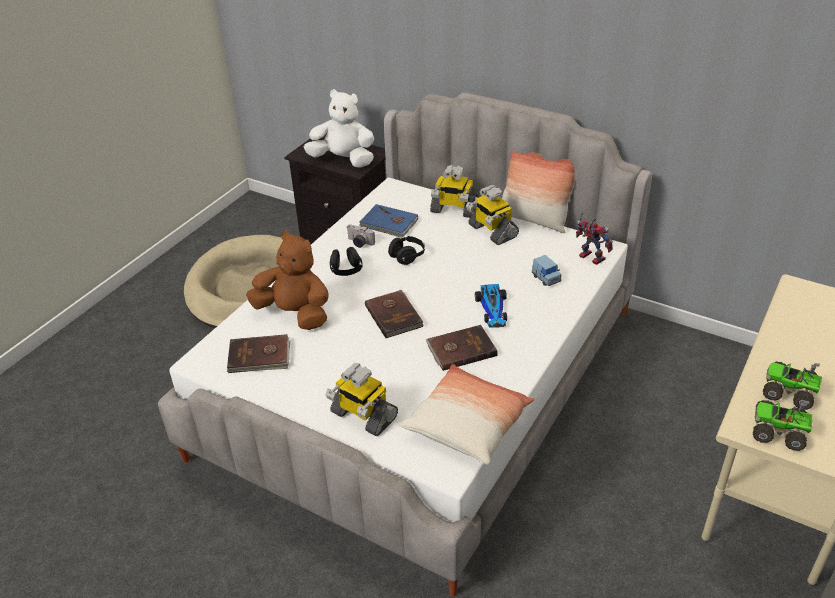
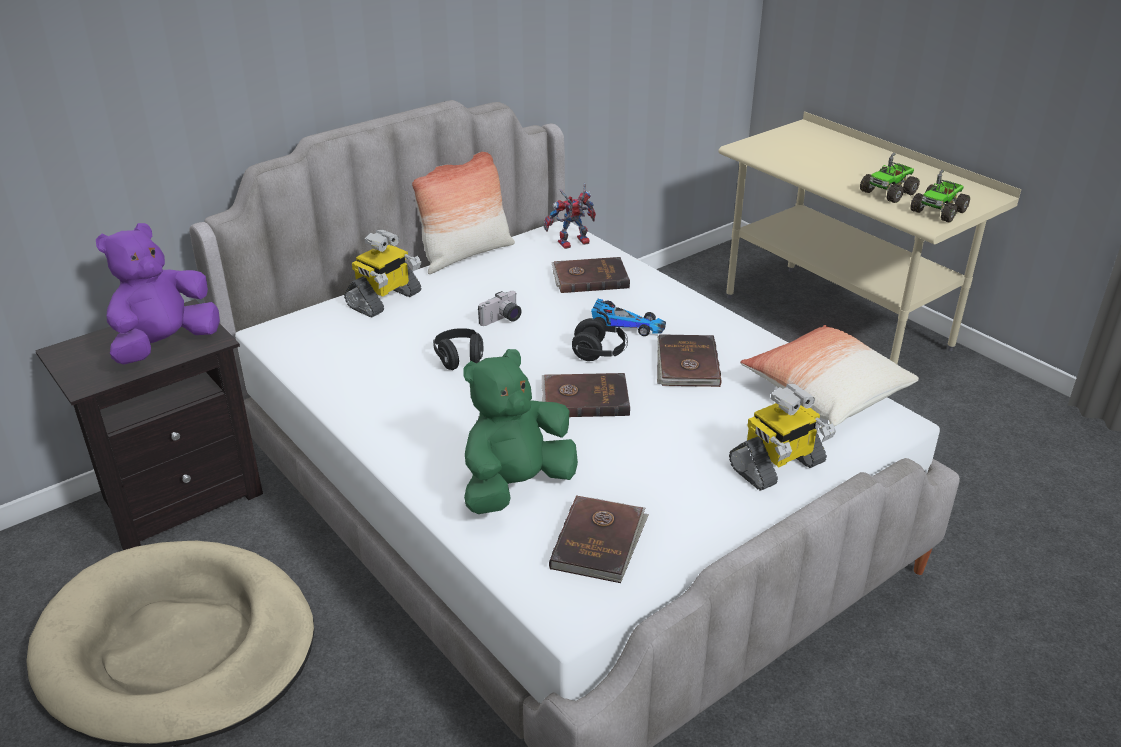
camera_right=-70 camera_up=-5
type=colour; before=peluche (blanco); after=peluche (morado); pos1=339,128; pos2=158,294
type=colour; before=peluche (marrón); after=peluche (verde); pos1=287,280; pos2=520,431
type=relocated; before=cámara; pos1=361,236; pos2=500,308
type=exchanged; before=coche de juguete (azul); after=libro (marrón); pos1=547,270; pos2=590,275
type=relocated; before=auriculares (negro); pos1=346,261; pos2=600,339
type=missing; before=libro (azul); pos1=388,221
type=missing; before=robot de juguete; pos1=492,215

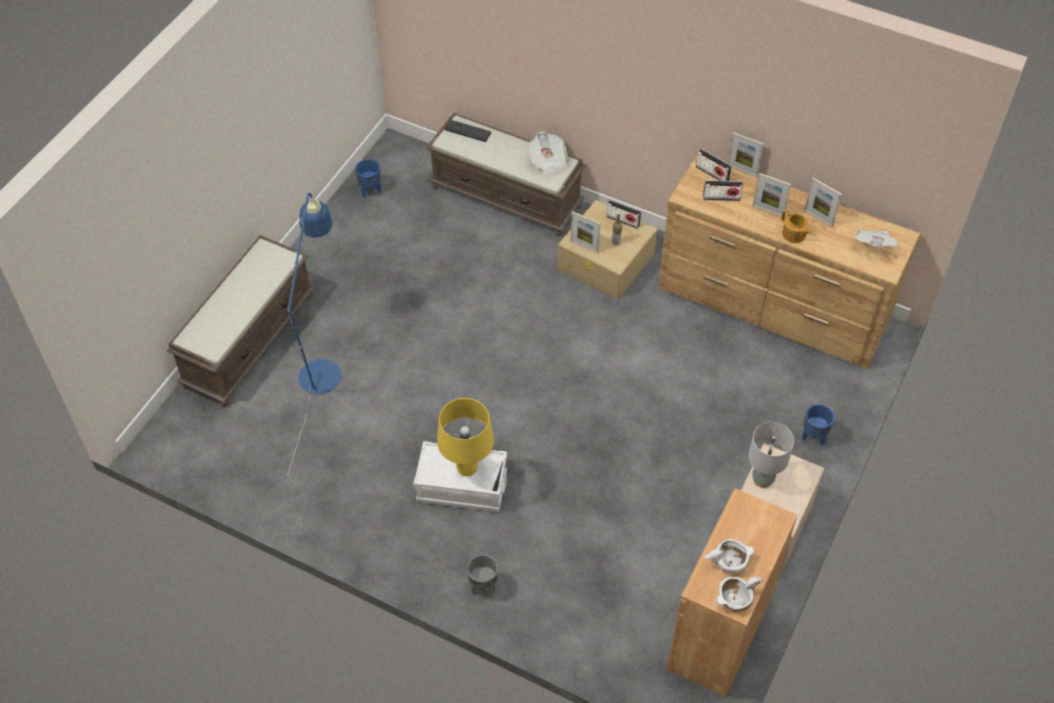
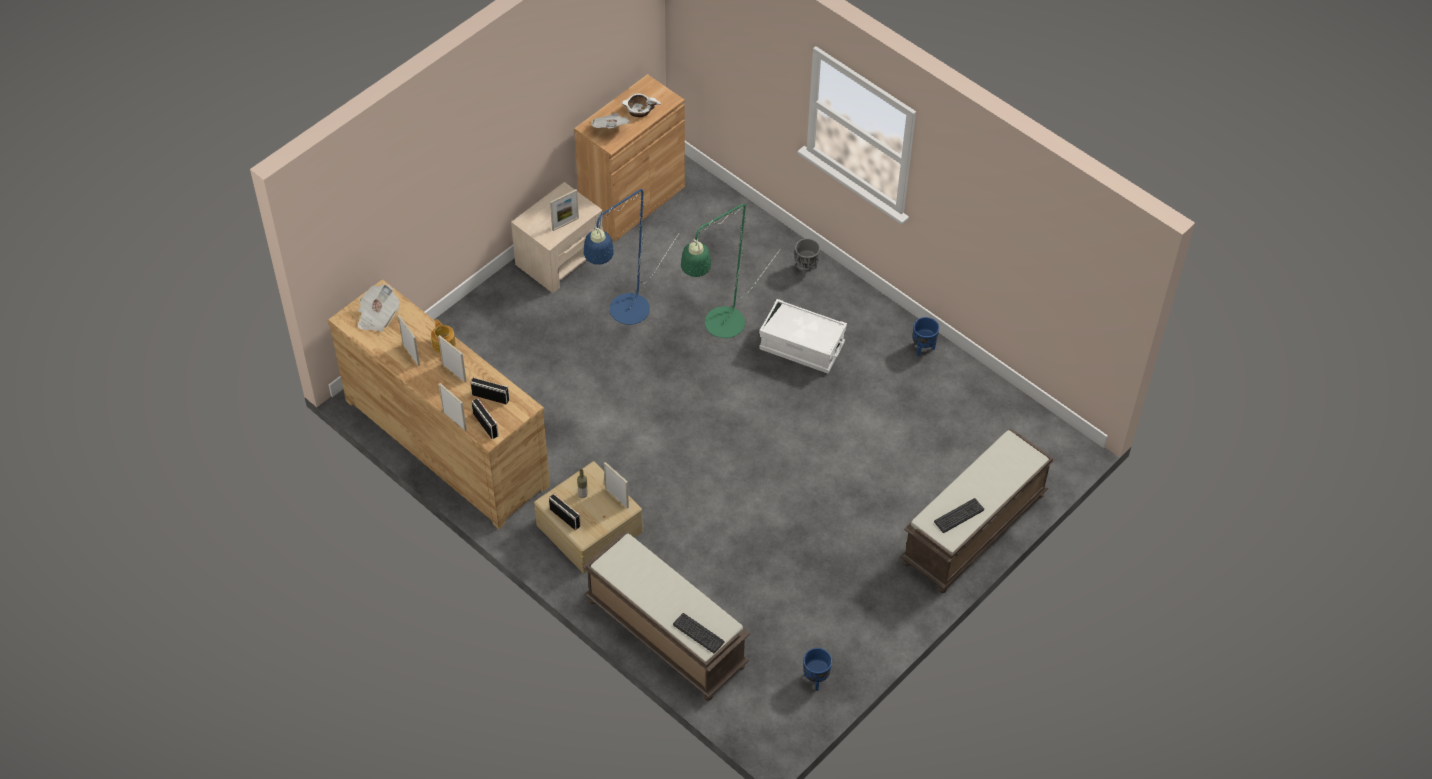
camera_right=-165 camera_up=0
type=exchanged; before=lámpara de mesa (gris); after=portarretratos; pos1=771,455; pos2=564,210
type=relocated; before=lámpara de pie (azul); pos1=314,334; pos2=631,257
type=relocated; before=periódico; pos1=549,155; pos2=610,121
type=appeared; after=lámpara de pie (verde); pos2=730,271
type=relocated; before=maceta (azul); pos1=818,424; pos2=926,336
type=appeared; after=teclado; pos2=959,515
type=missing; before=lámpara de mesa (amarillo); pos1=465,437
type=missing; before=cuenco (blanco); pos1=739,594

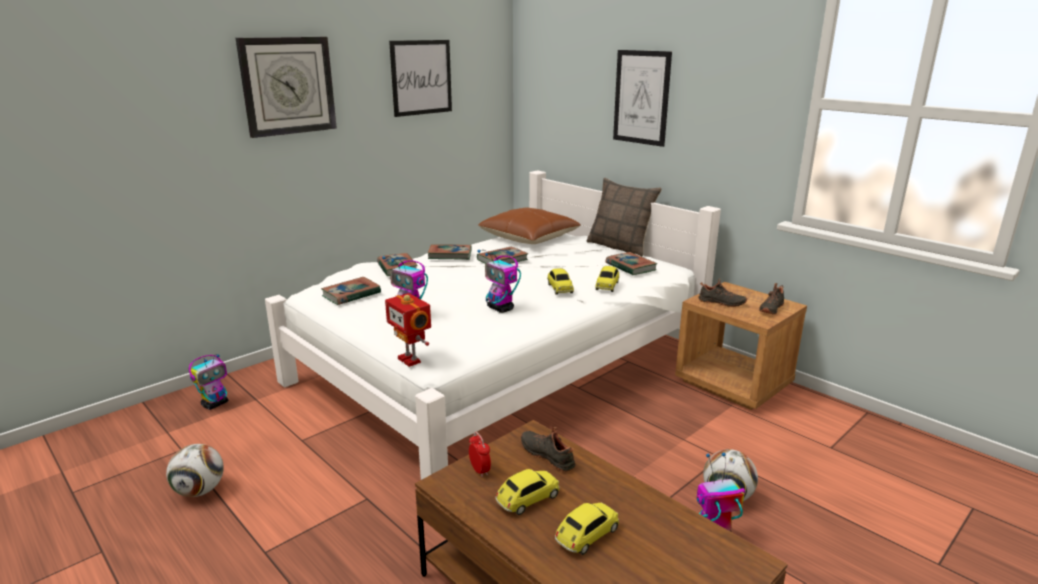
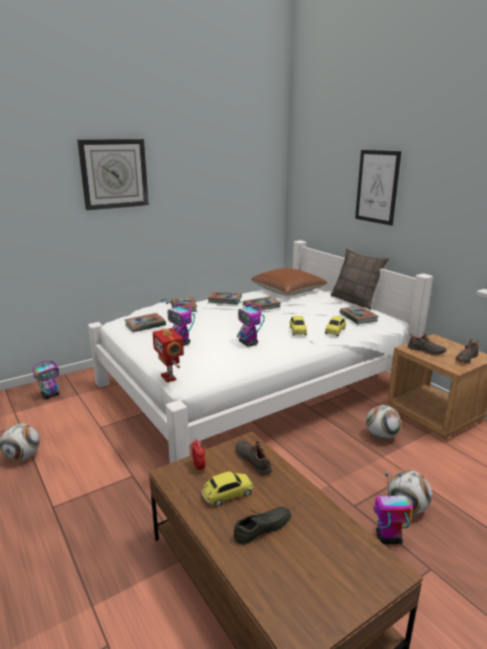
camera_right=10 camera_up=0
type=exchanged; before=coche de juguete; after=zapato (gris); pos1=587,529; pos2=262,526
type=appeared; after=balón de fútbol; pos2=383,422
type=missing; before=cuadro; pos1=420,78

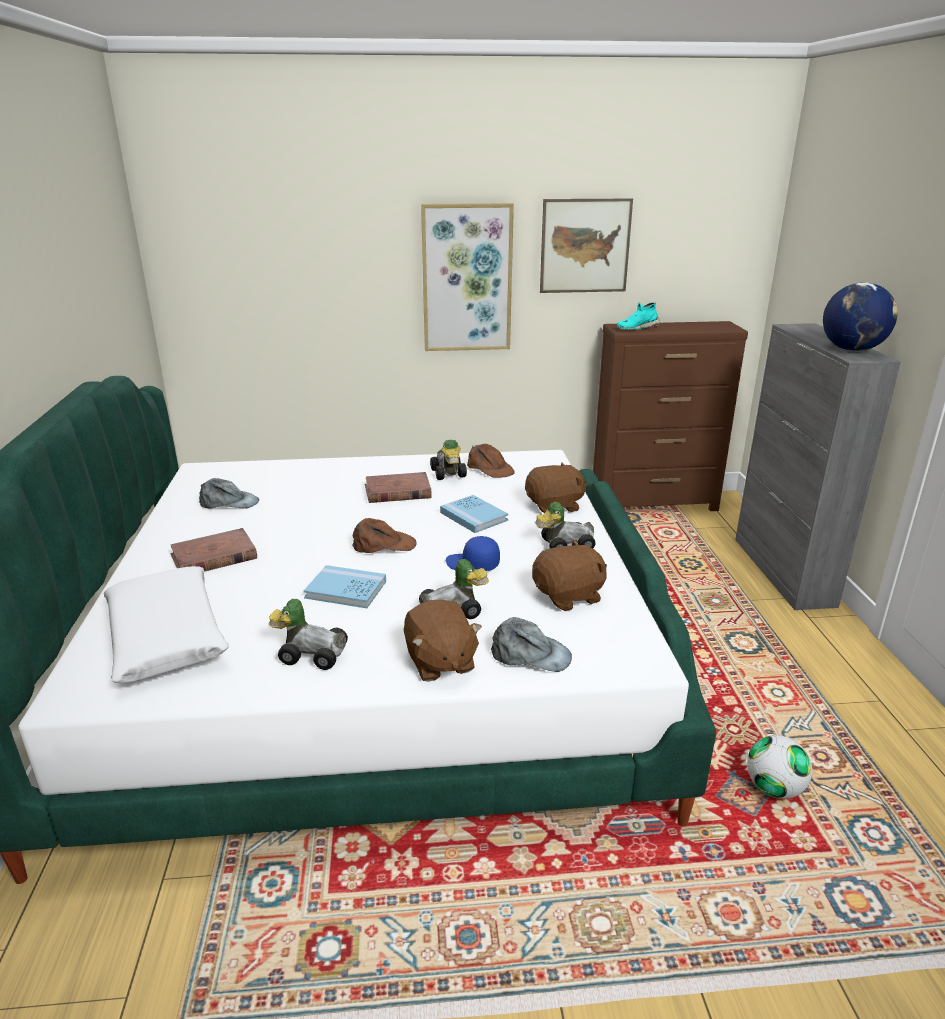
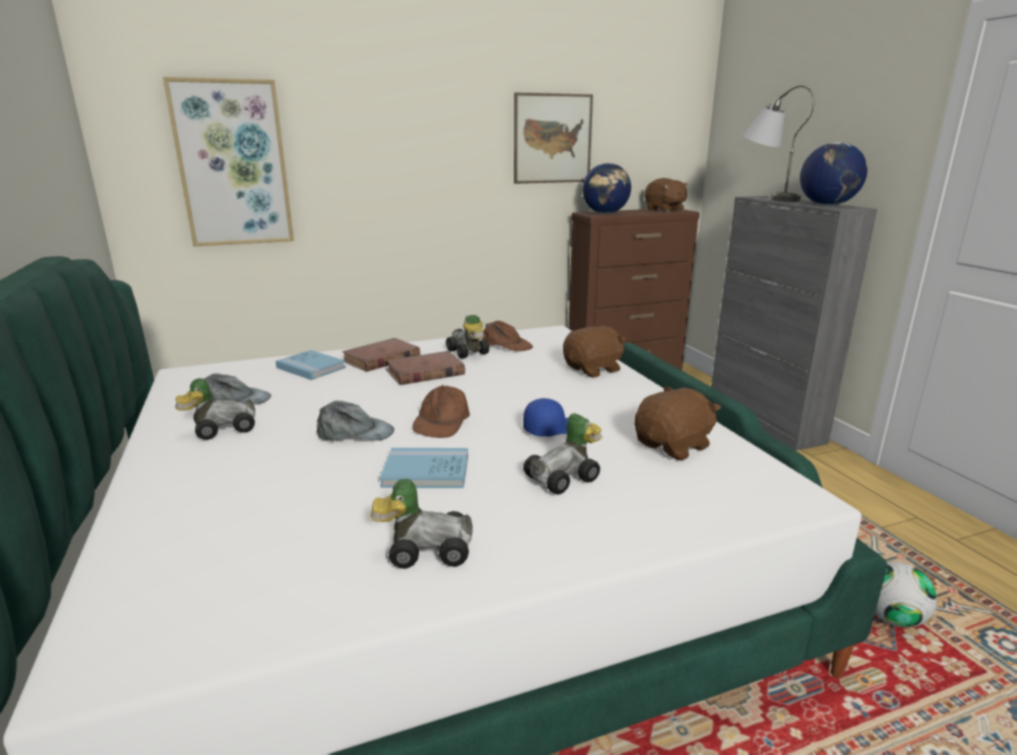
camera_right=-15 camera_up=-5
type=relocated; before=cuadro; pos1=467,277; pos2=228,162
type=relocated; before=coche de juguete; pos1=564,525; pos2=215,409
type=relocated; before=libro (azul); pos1=474,514; pos2=311,365
type=relocated; before=gorra (gris); pos1=531,644; pos2=355,421
type=relocated; before=libro (marrón); pos1=213,550; pos2=381,355
type=spun; before=gorra (marrón); pos1=384,535; pos2=441,411; turn=120
type=spun; before=gorra (azul); pos1=473,553; pos2=545,417; turn=150
type=exchanged; before=zapato (turquesa); after=globo terráqueo; pos1=638,316; pos2=606,188
type=relocated; before=peluche (marrón); pos1=443,640; pos2=666,195
type=appeared; after=lámpara de mesa (gris); pos2=779,143
type=missing; before=cojín (blanco); pos1=166,624

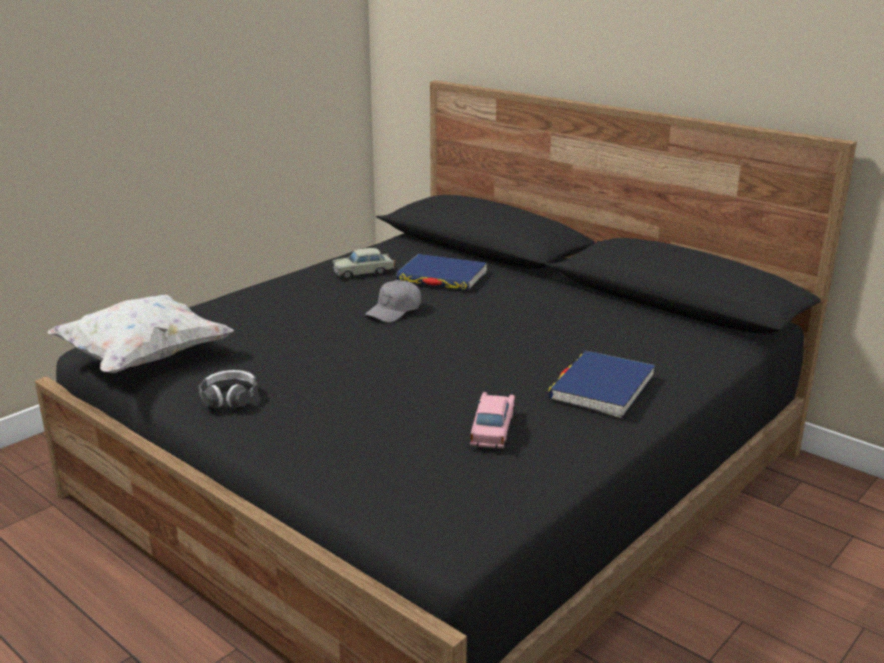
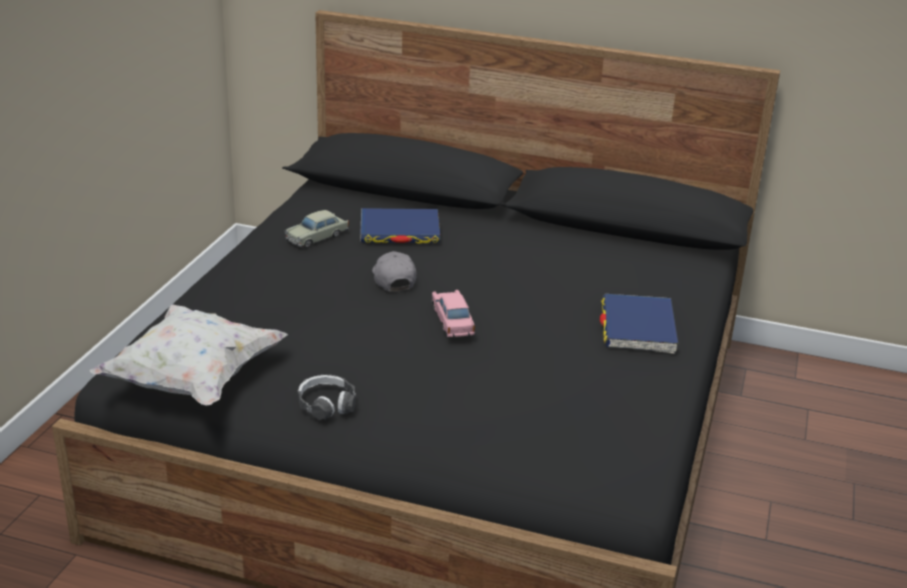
camera_right=-25 camera_up=5
type=spun; before=gorra (gris); pos1=393,301; pos2=394,271; turn=150
type=relocated; before=coche de juguete (rosa); pos1=492,420; pos2=453,313

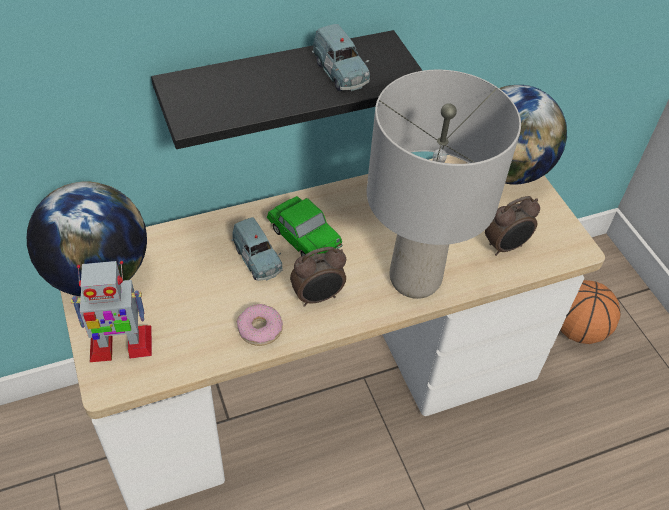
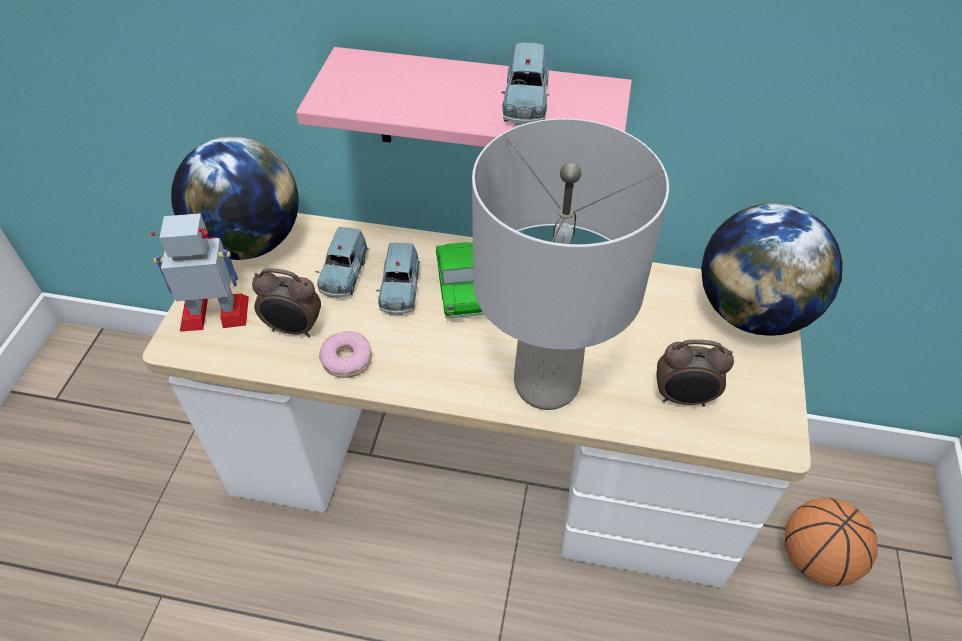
camera_right=35 camera_up=0
type=spun; before=robot de juguete; pos1=111,311; pos2=200,272; turn=150
type=relocated; before=despertador; pos1=318,277; pos2=286,302
type=colour; before=estante (negro); after=estante (rosa); pos1=287,89; pos2=464,97
type=appeared; after=coche de juguete (azul); pos2=342,262

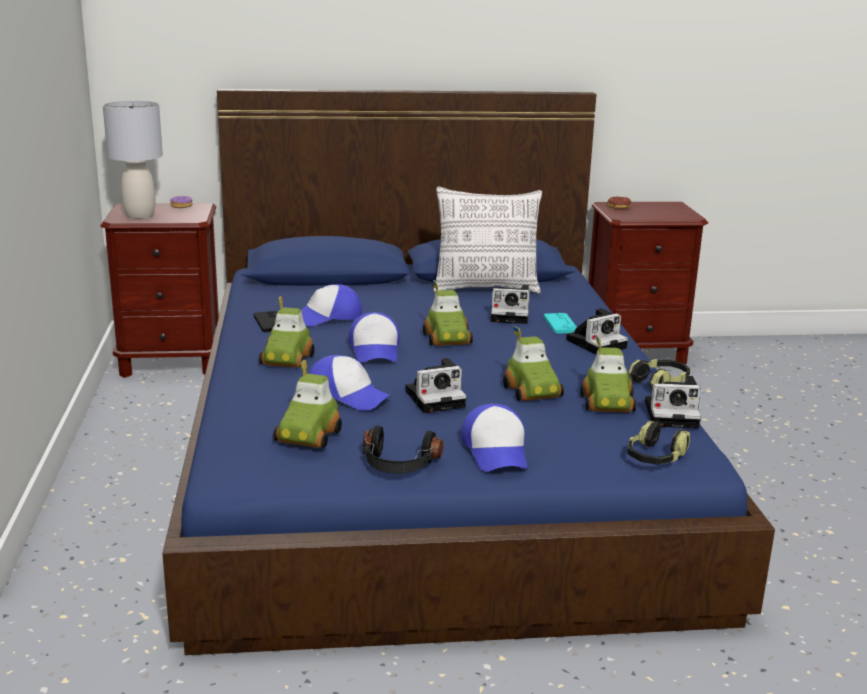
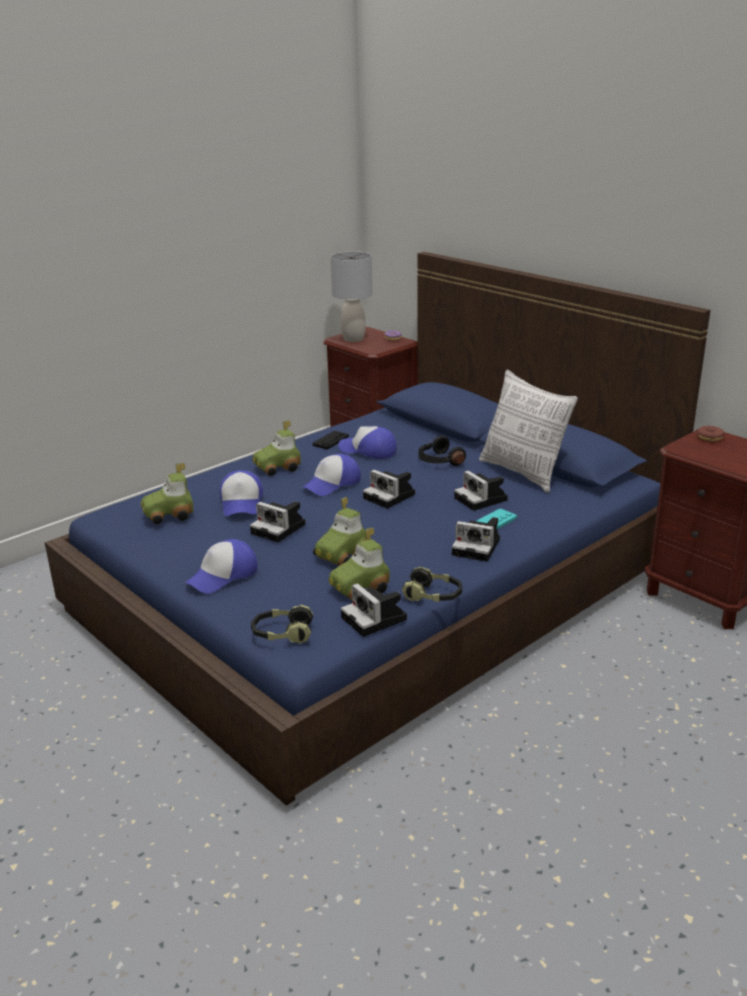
camera_right=55 camera_up=5
type=exchanged; before=coche de juguete; after=cámara; pos1=448,313; pos2=389,489
type=relocated; before=auriculares (negro); pos1=403,449; pos2=442,451

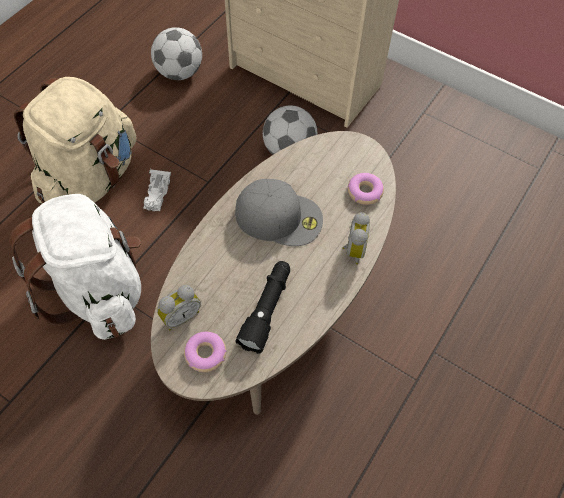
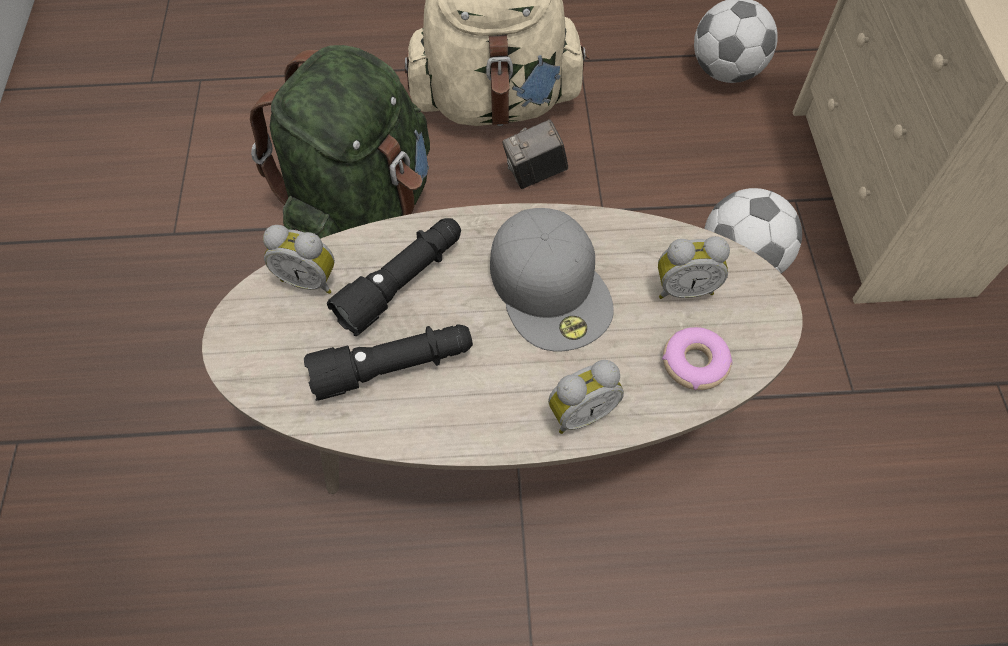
camera_right=55 camera_up=0
type=colour; before=mochila (blanco); after=mochila (verde); pos1=75,267; pos2=340,142
type=appeared; after=linterna (negro); pos2=394,277
type=exchanged; before=coche de juguete (blanco); after=cámara; pos1=157,189; pos2=535,154
type=appeared; after=despertador; pos2=694,267
type=missing; before=rosquilla; pos1=205,352

